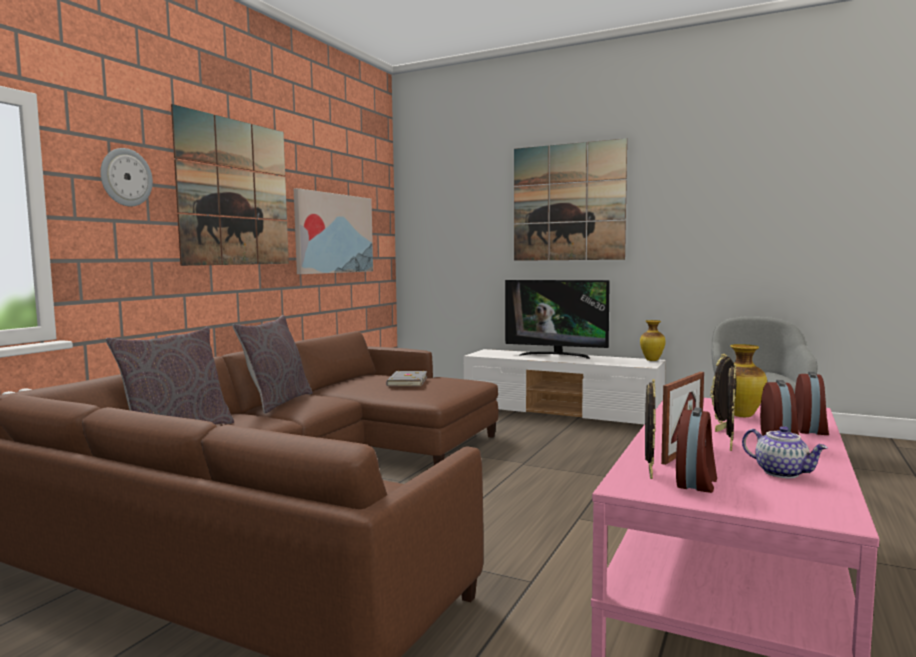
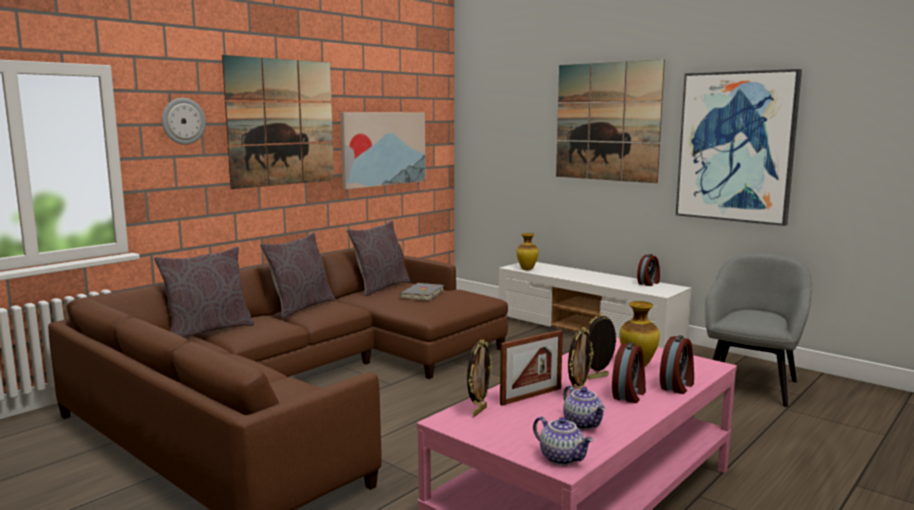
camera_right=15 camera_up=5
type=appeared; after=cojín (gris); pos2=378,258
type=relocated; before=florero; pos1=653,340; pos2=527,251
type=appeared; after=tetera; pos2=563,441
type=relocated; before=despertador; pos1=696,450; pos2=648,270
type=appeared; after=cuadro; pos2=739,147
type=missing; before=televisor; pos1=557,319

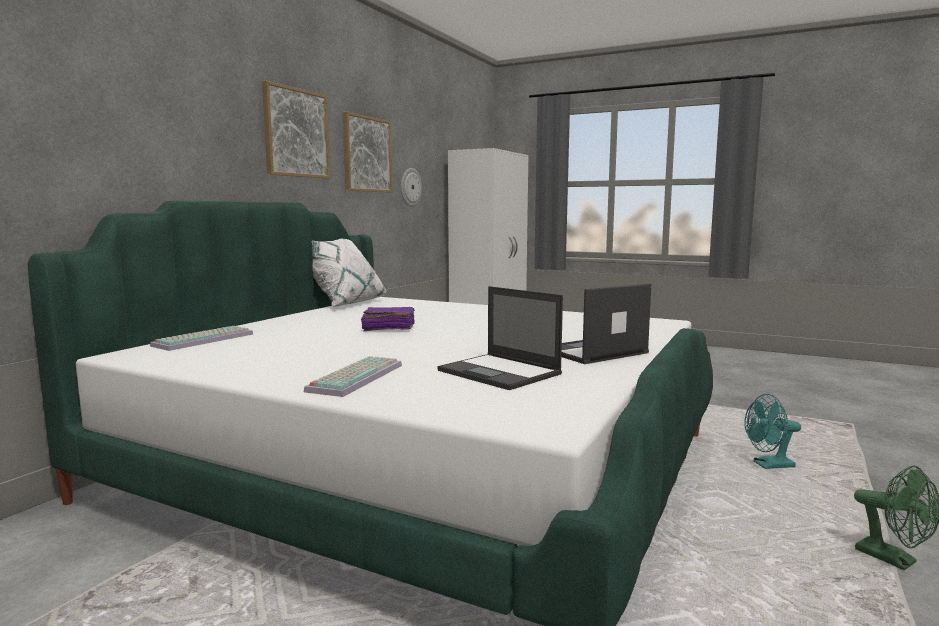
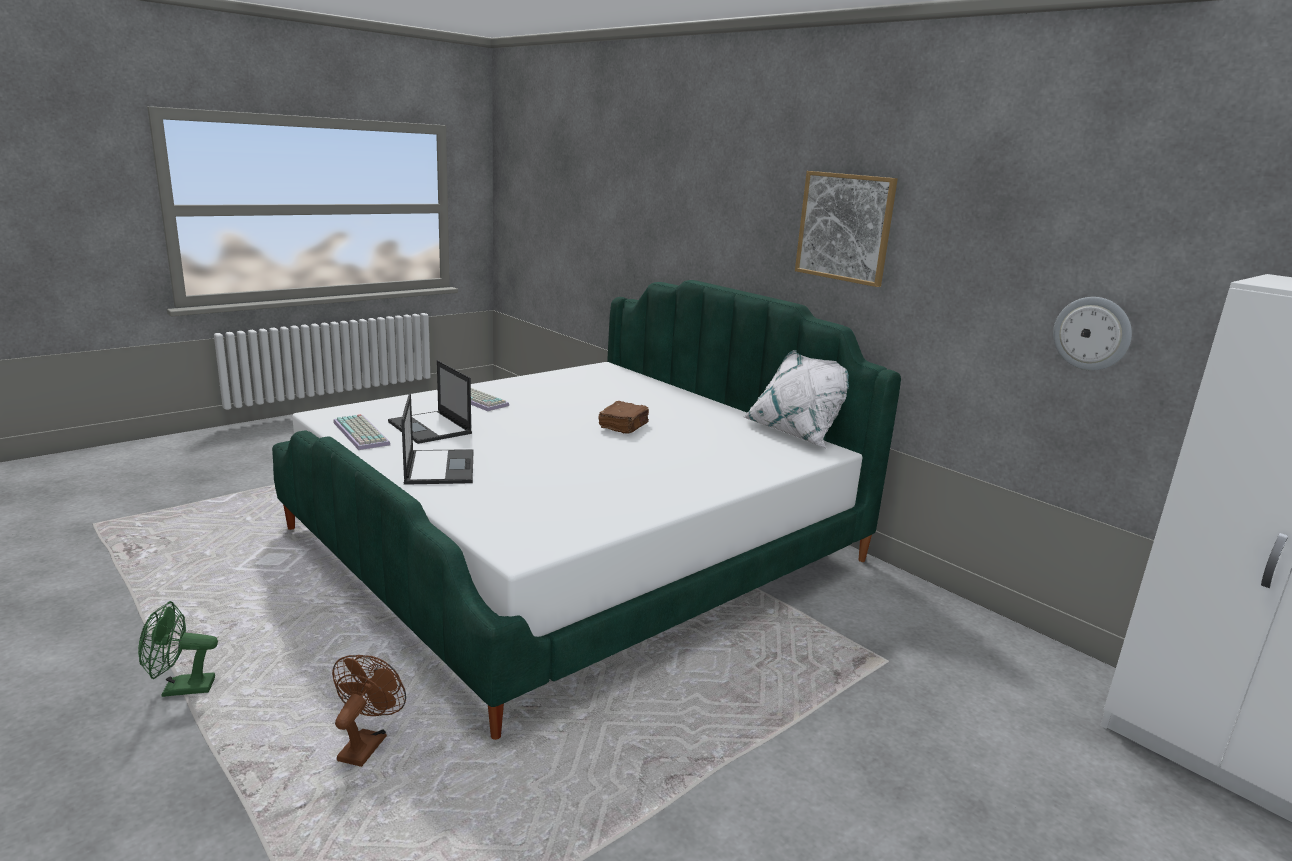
camera_right=110 camera_up=10
type=colour; before=ventilador (turquesa); after=ventilador (marrón); pos1=772,431; pos2=369,711
type=relocated; before=teclado; pos1=201,338; pos2=361,432
type=spun; before=portátil; pos1=500,338; pos2=430,402; turn=-105
type=colour; before=libro (morado); after=libro (marrón); pos1=388,319; pos2=623,417
type=missing; before=cuadro; pos1=368,152

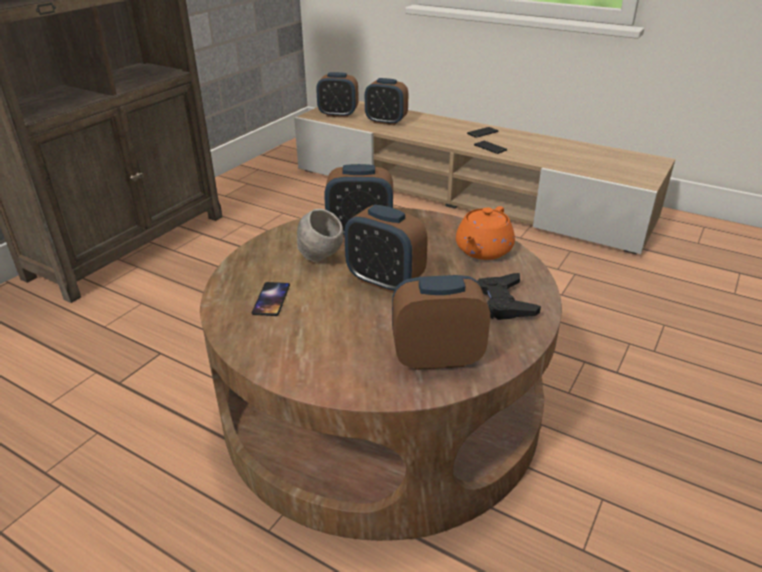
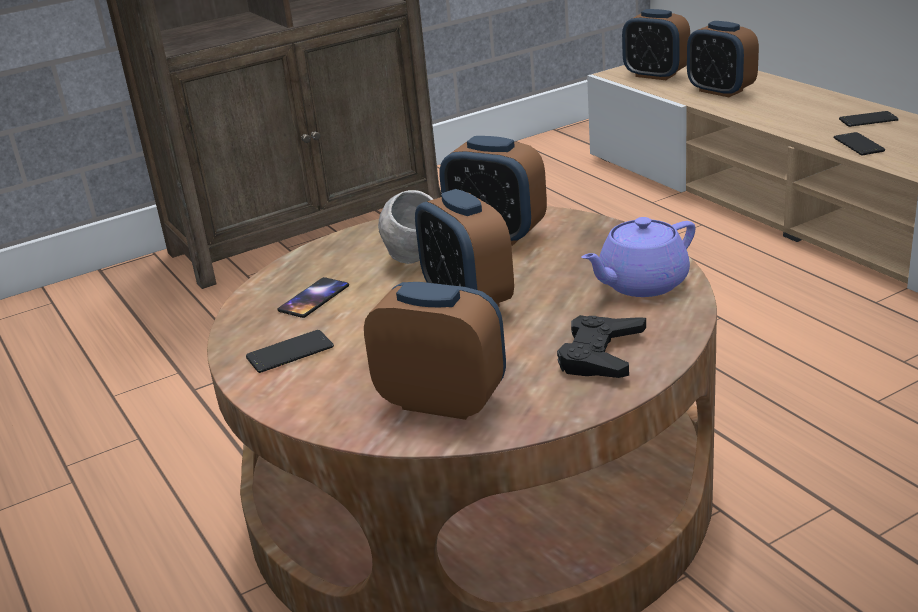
camera_right=30 camera_up=-5
type=appeared; after=móvil; pos2=290,351
type=colour; before=tetera (naranja); after=tetera (morado); pos1=485,233; pos2=638,257

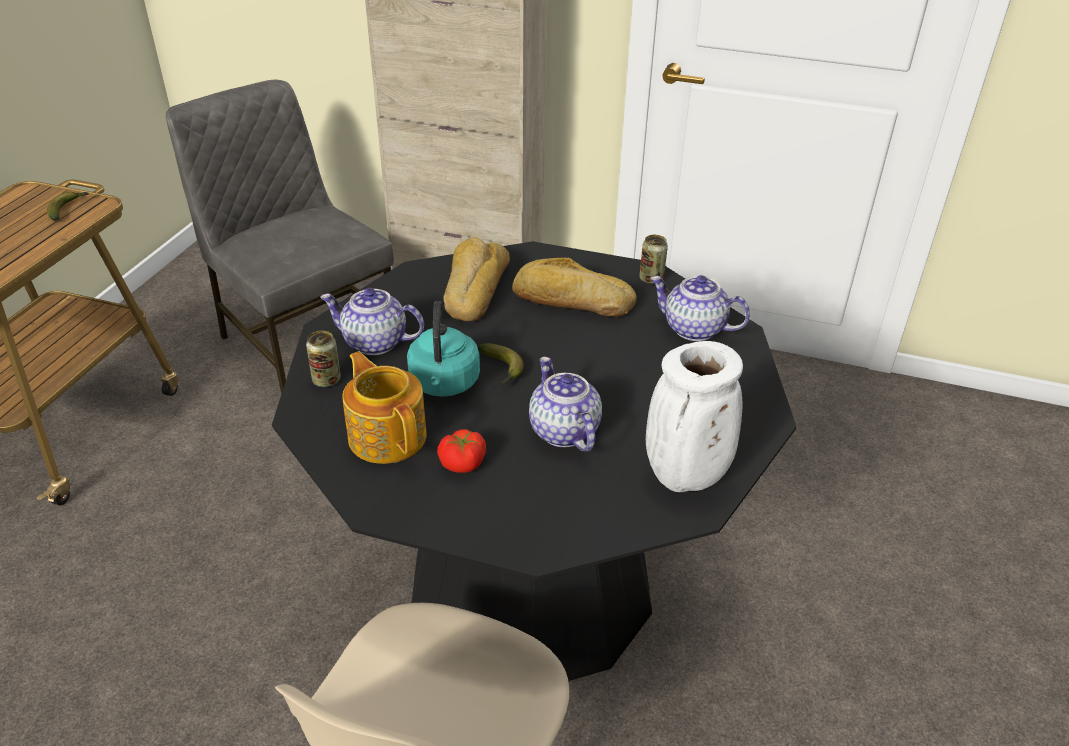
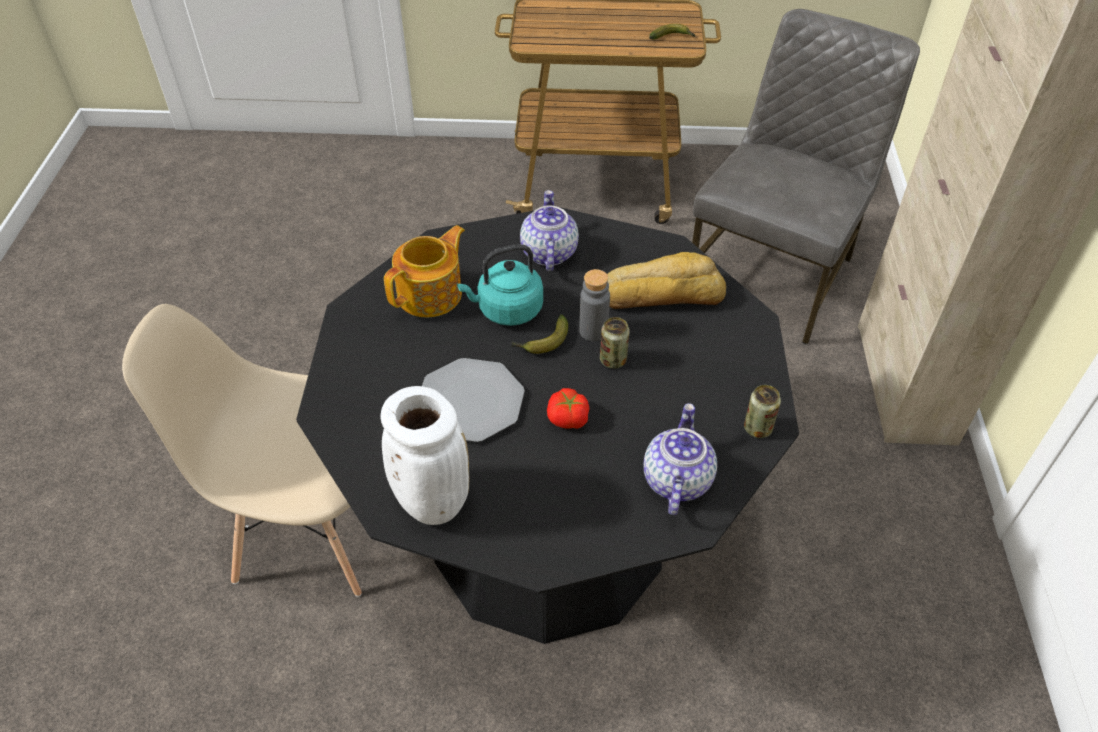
camera_right=75 camera_up=10
type=exchanged; before=tetera; after=plato; pos1=565,404; pos2=473,400
type=relocated; before=tomate; pos1=461,451; pos2=568,408
type=appeared; after=botella (gris); pos2=594,305
type=relocated; before=lata; pos1=323,359; pos2=615,343
type=missing; before=pan; pos1=574,287

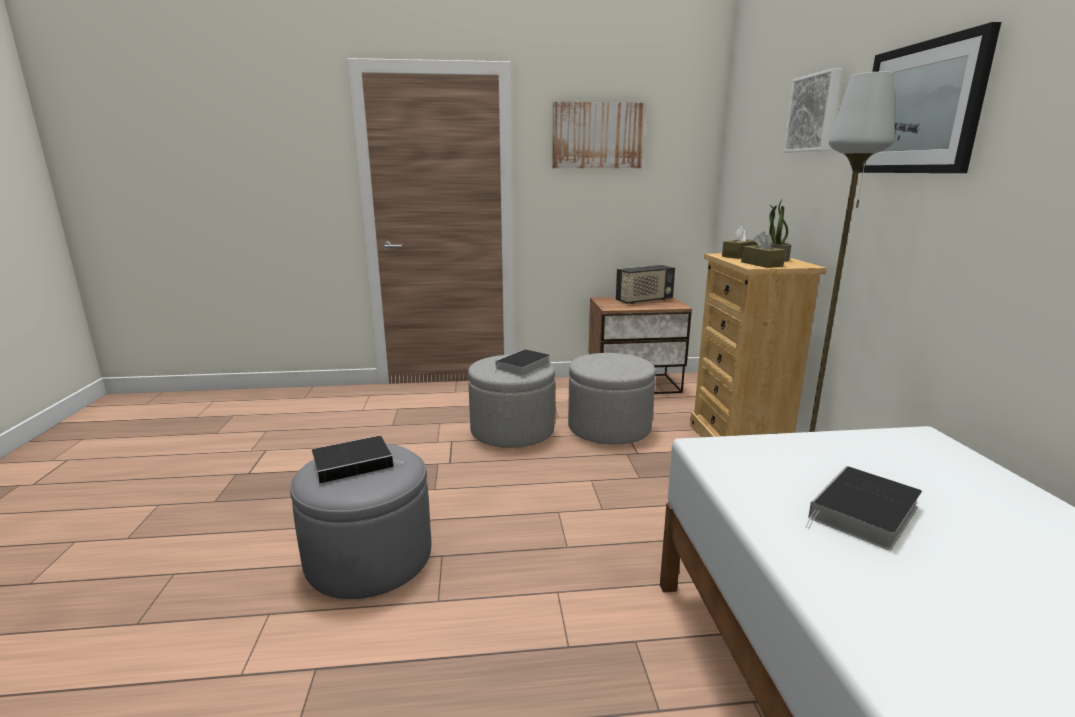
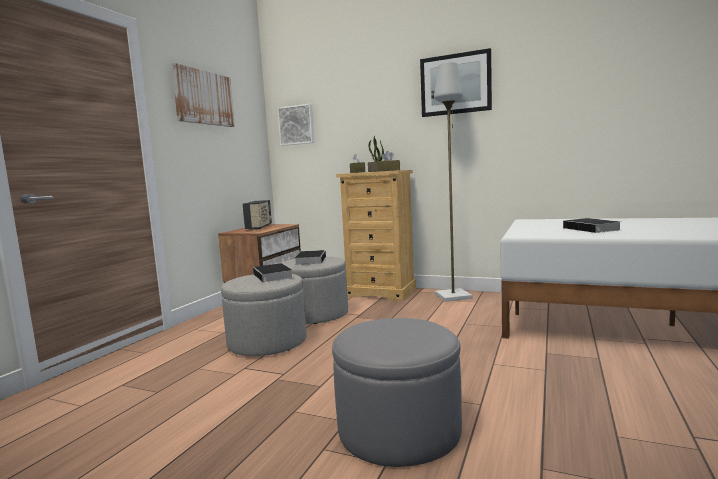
camera_right=-60 camera_up=-10
type=relocated; before=cuadro; pos1=812,110; pos2=295,125
type=relocated; before=libro; pos1=359,460; pos2=310,257

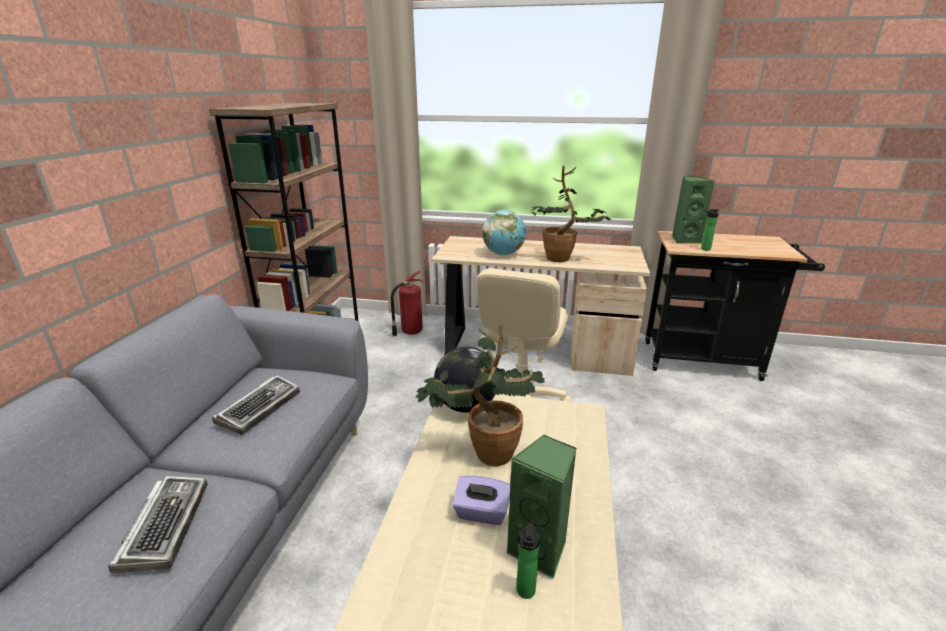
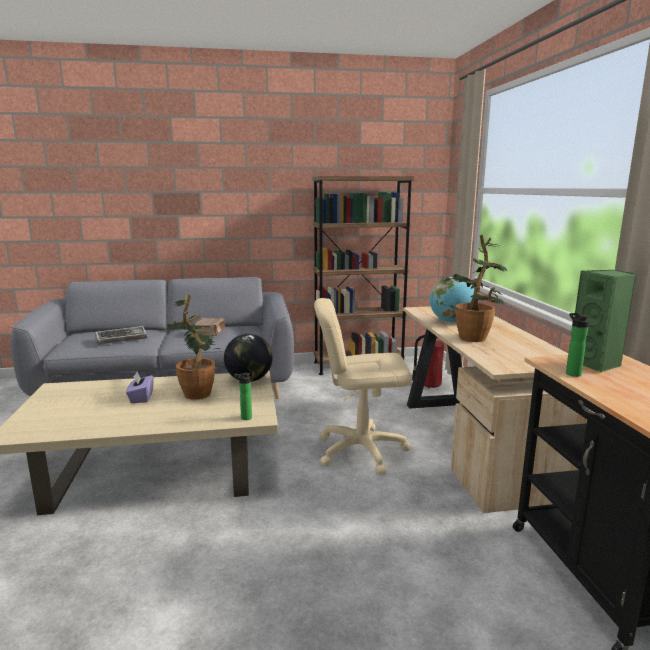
camera_right=70 camera_up=-10
type=exchanged; before=teclado; after=libro (marrón); pos1=256,405; pos2=209,326
type=relocated; before=botella; pos1=528,561; pos2=243,396
type=missing; before=altavoz (verde); pos1=541,507

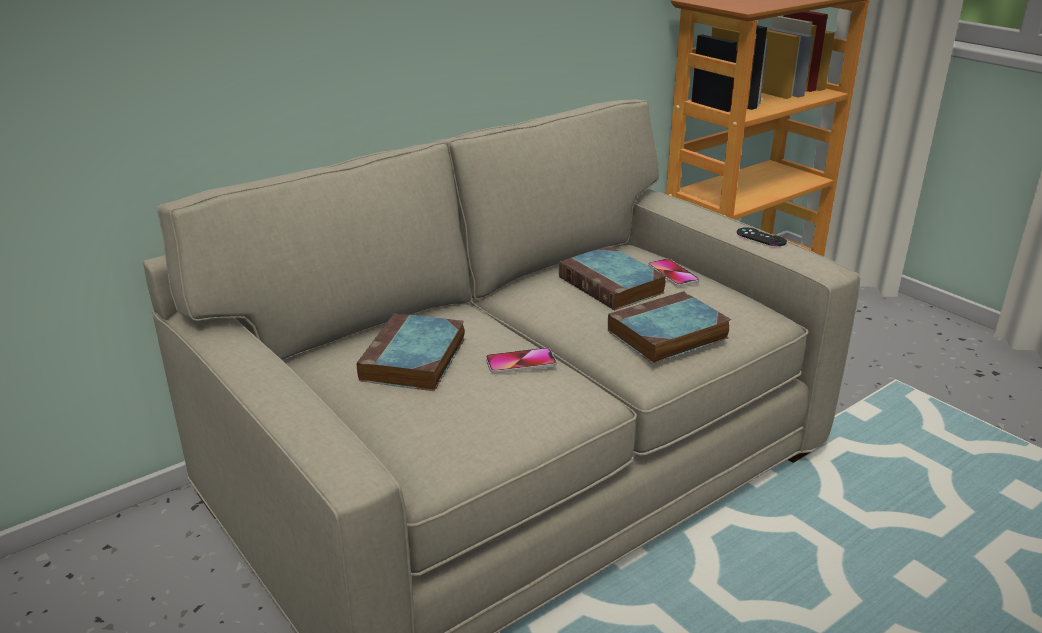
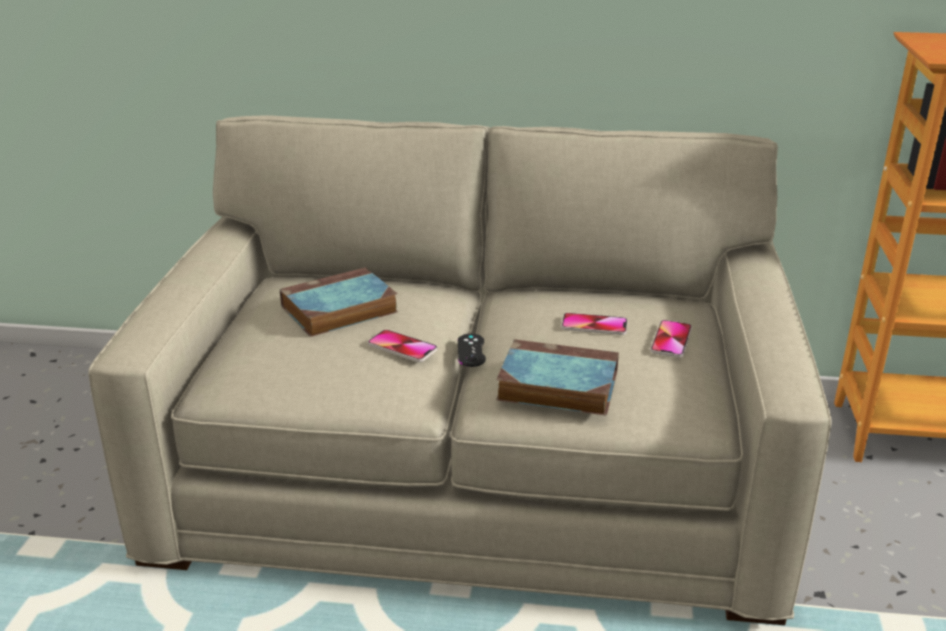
camera_right=45 camera_up=0
type=relocated; before=mando de consola (negro); pos1=762,236; pos2=472,350
type=exchanged; before=libro; after=móvil; pos1=612,278; pos2=594,324

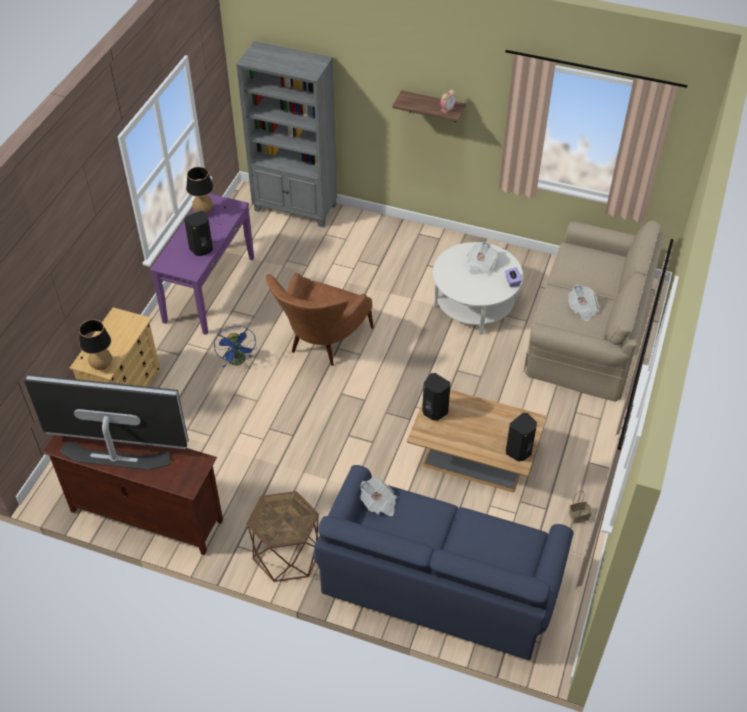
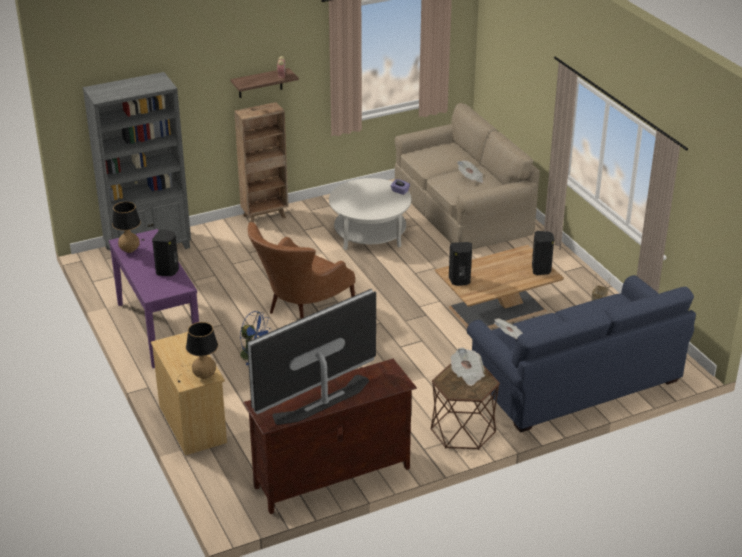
camera_right=-45 camera_up=-15
type=appeared; after=estantería (marrón); pos2=261,162
type=spun; before=sillón (marrón); pos1=320,319; pos2=301,270; turn=60
type=relocated; before=periódico; pos1=482,258; pos2=468,366

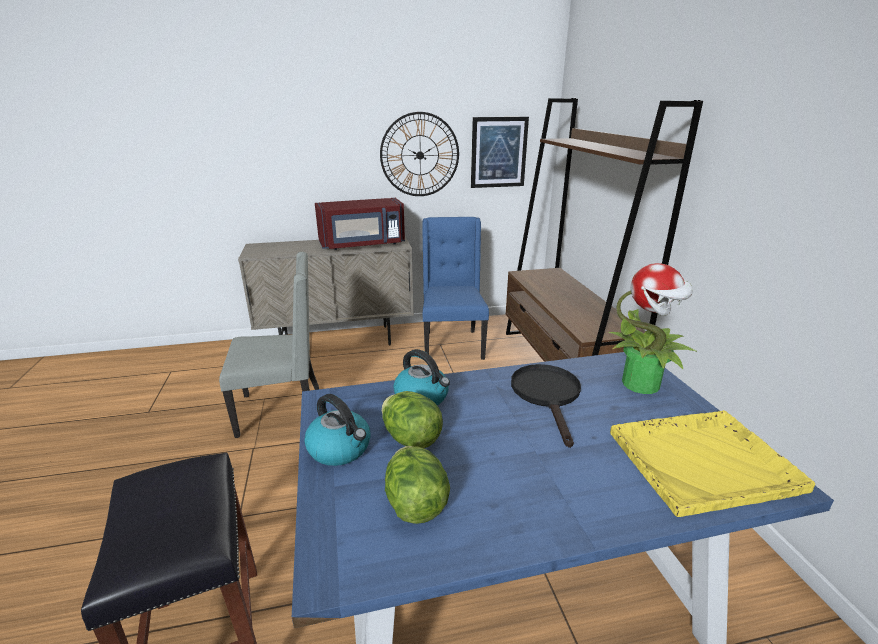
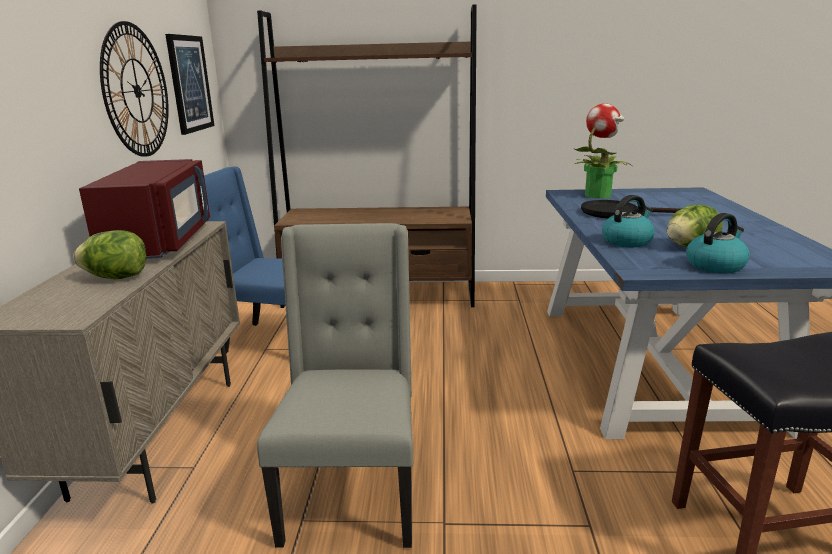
camera_right=-75 camera_up=-5
type=relocated; before=lechuga; pos1=417,485; pos2=109,254
type=missing; before=bandeja (amarillo); pos1=712,463

